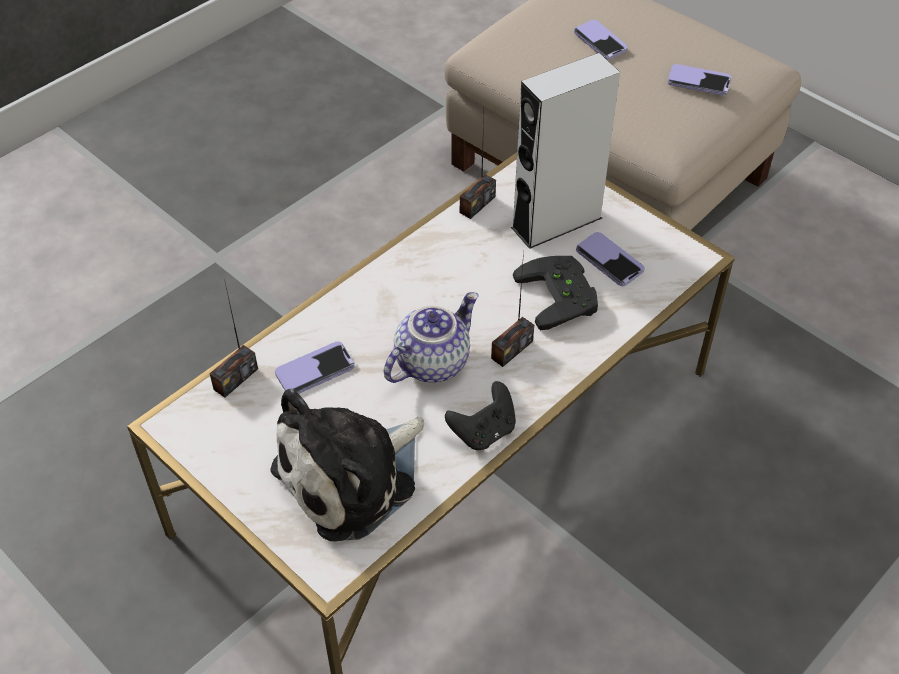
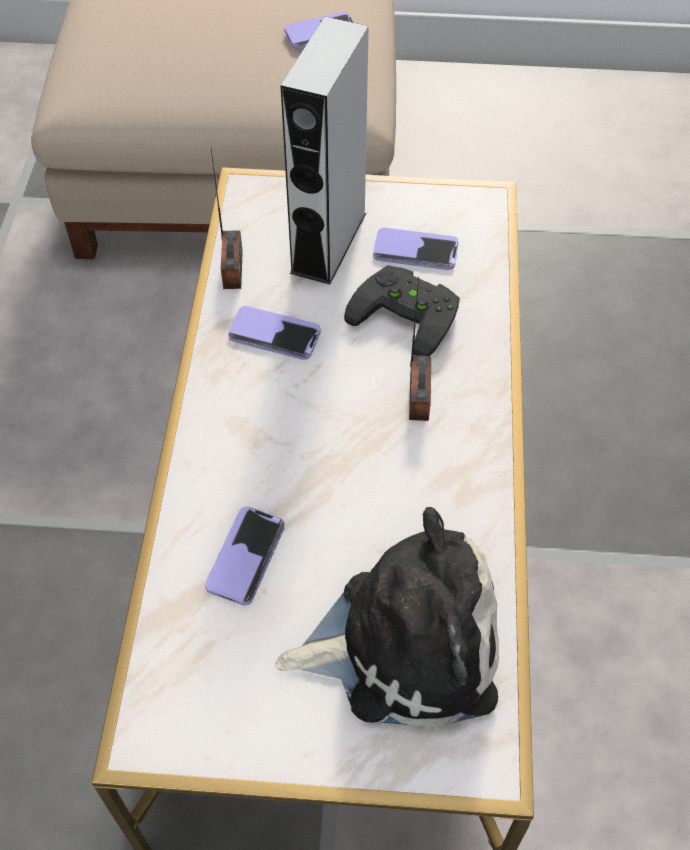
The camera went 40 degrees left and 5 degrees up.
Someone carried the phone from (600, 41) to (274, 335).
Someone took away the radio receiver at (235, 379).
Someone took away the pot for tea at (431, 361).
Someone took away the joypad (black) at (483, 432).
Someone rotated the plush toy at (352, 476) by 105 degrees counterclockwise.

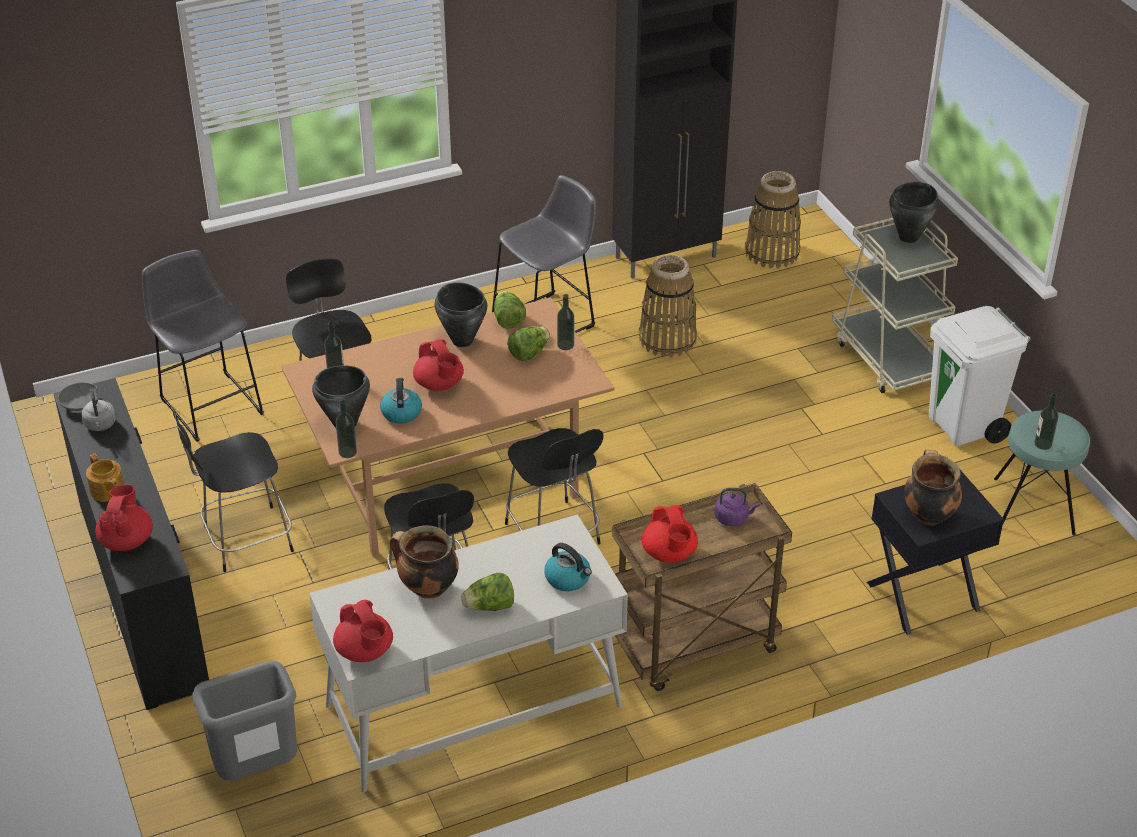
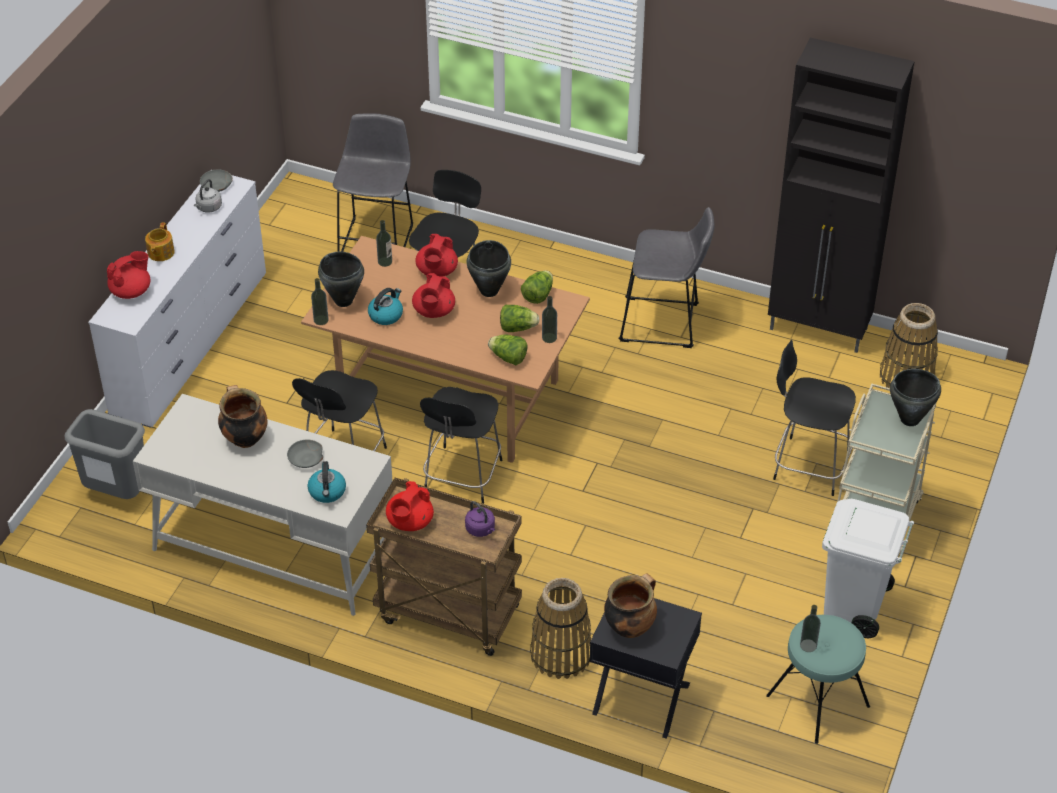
The camera went 45 degrees right and 5 degrees up.
Someone carried the household basket from (667, 339) to (561, 654).
Someone repainted the chest of drawers (black) at (143, 593), which became the chest of drawers (white) at (190, 342).
Someone carried the plain chair (black) from (244, 539) to (808, 465).
Someone carried the lettuce head from (490, 606) to (508, 358).
Someone carried the pot for tea (red) from (365, 651) to (437, 271).
Someone put down the deep dish (gray) at (306, 459).

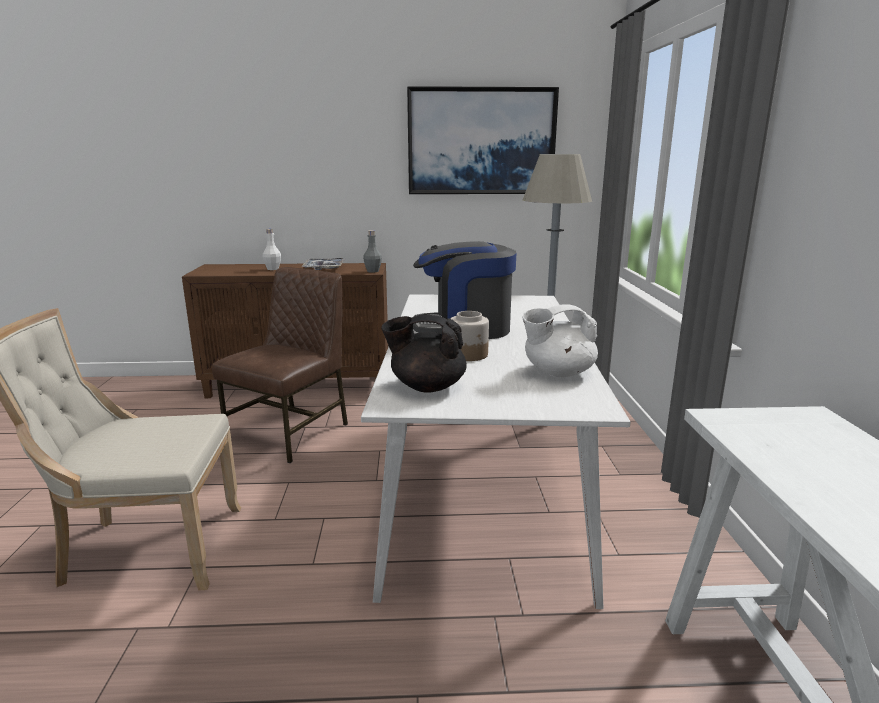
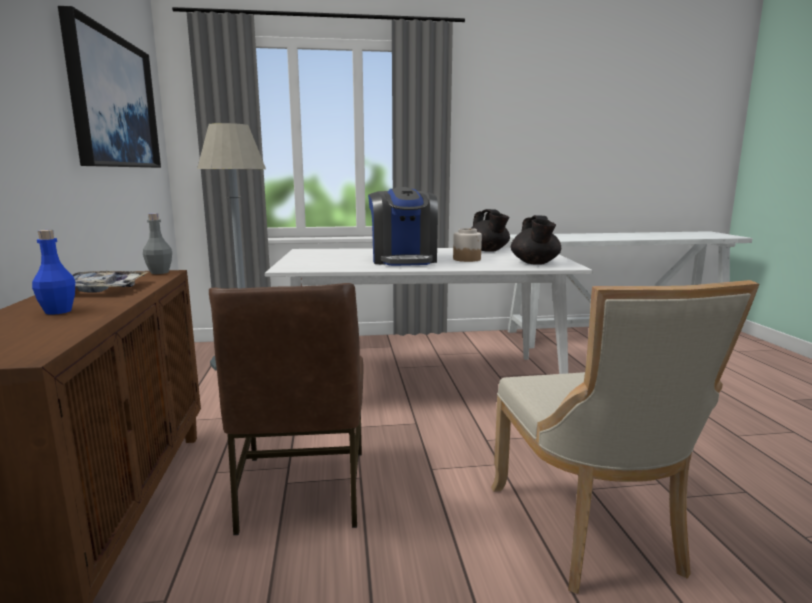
The camera went 95 degrees left and 5 degrees down.
Someone repainted the drink bottle (white) at (273, 269), which became the drink bottle (bluish) at (58, 311).
Someone rotated the plain chair (brown) at (291, 432) by 120 degrees counterclockwise.
Someone repainted the pot for tea (white) at (557, 372), which became the pot for tea (black) at (488, 250).

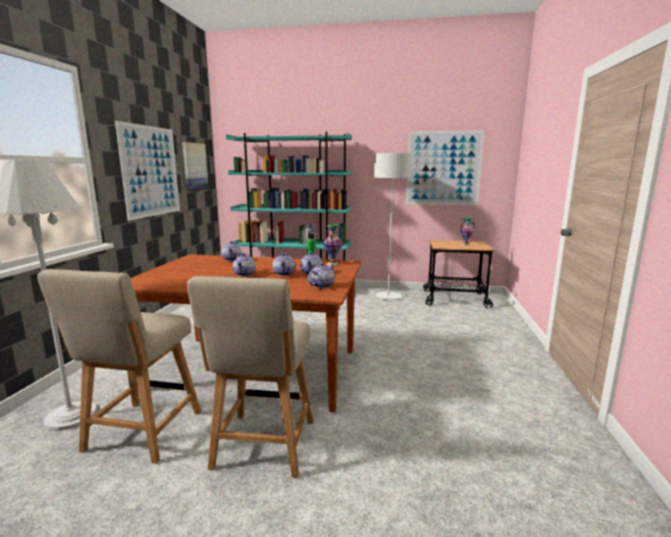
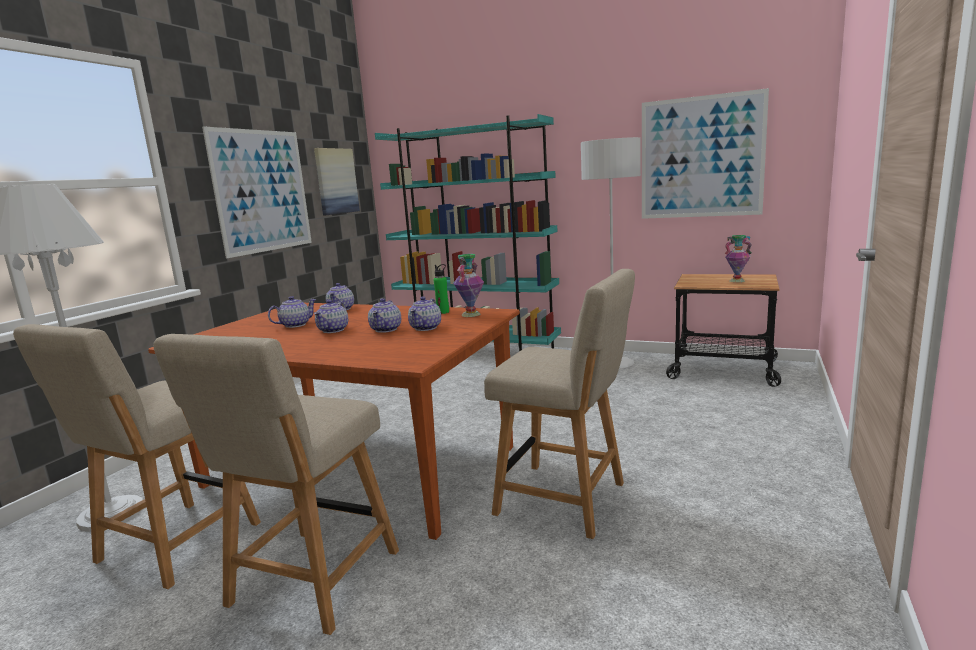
The camera went 15 degrees right and 0 degrees up.
Someone carried the pot for tea from (321, 286) to (295, 325).
Someone put down the plain chair (beige-coloured) at (567, 500).

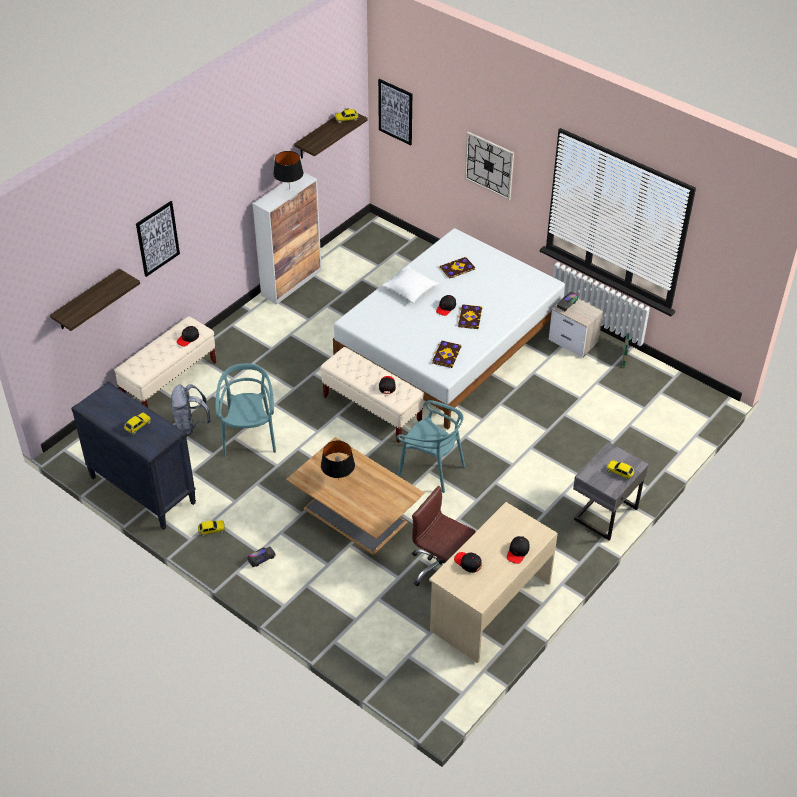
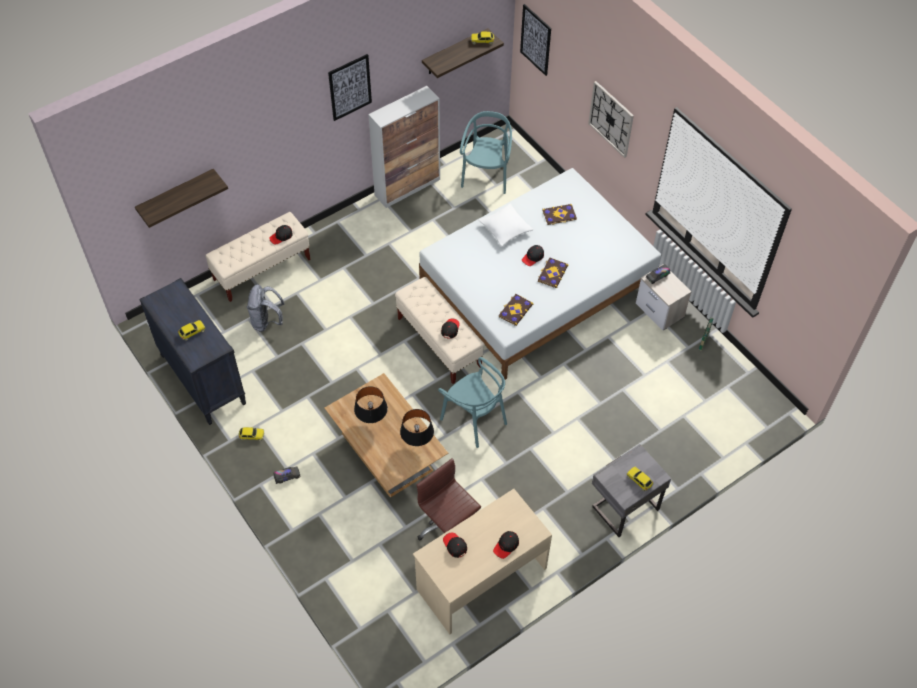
The camera went 15 degrees right and 10 degrees up.
Someone carried the lamp for a table (black) from (289, 189) to (417, 442).
Someone carried the picture from (157, 238) to (350, 87).
Someone carried the plain chair (turquoise) from (249, 436) to (486, 175).

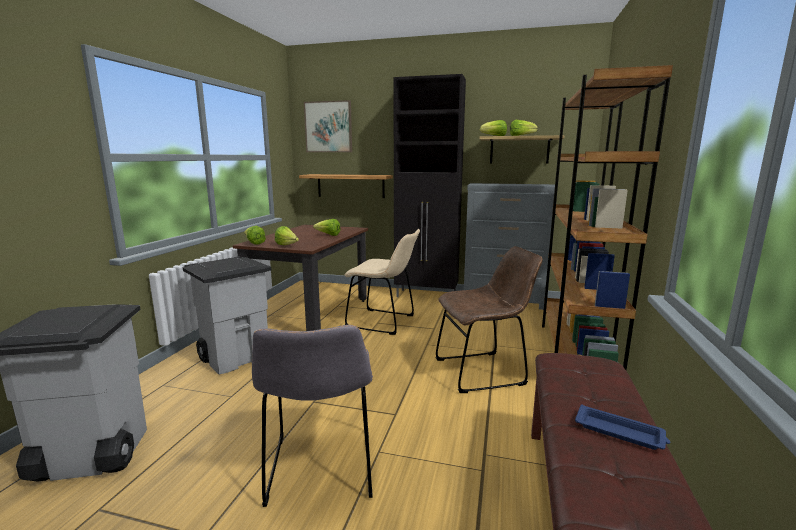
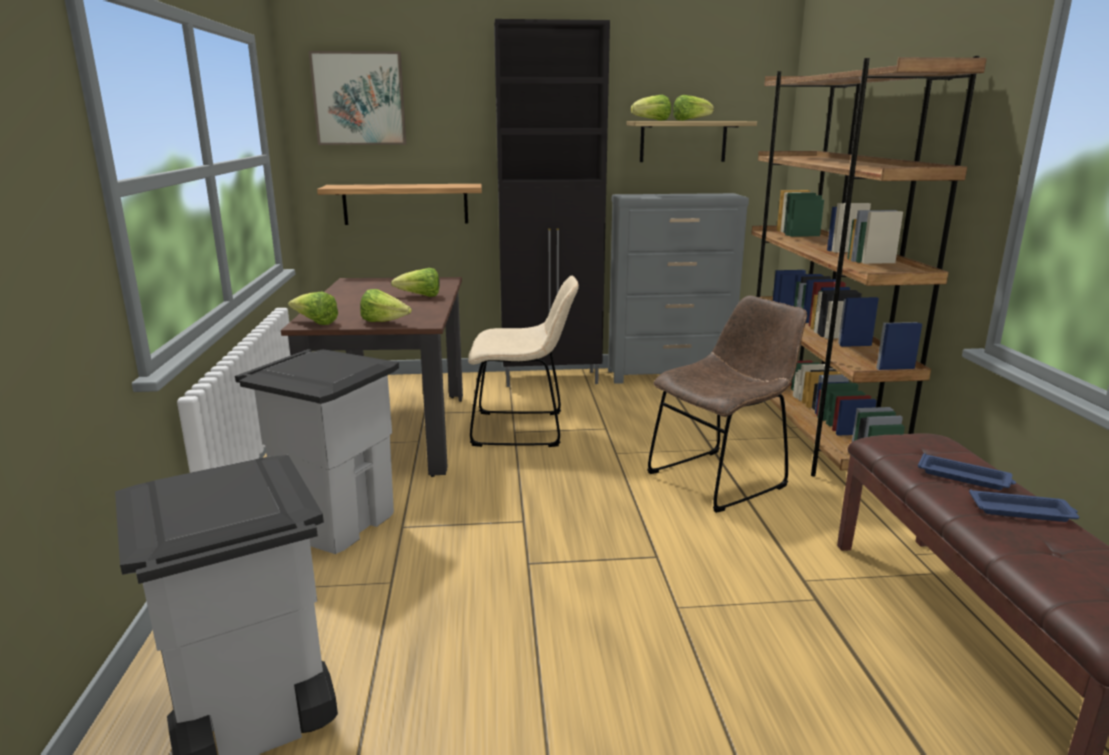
The camera went 20 degrees left and 5 degrees up.
Someone took away the plain chair (gray) at (321, 470).
Someone put down the serving tray (bluish) at (965, 477).

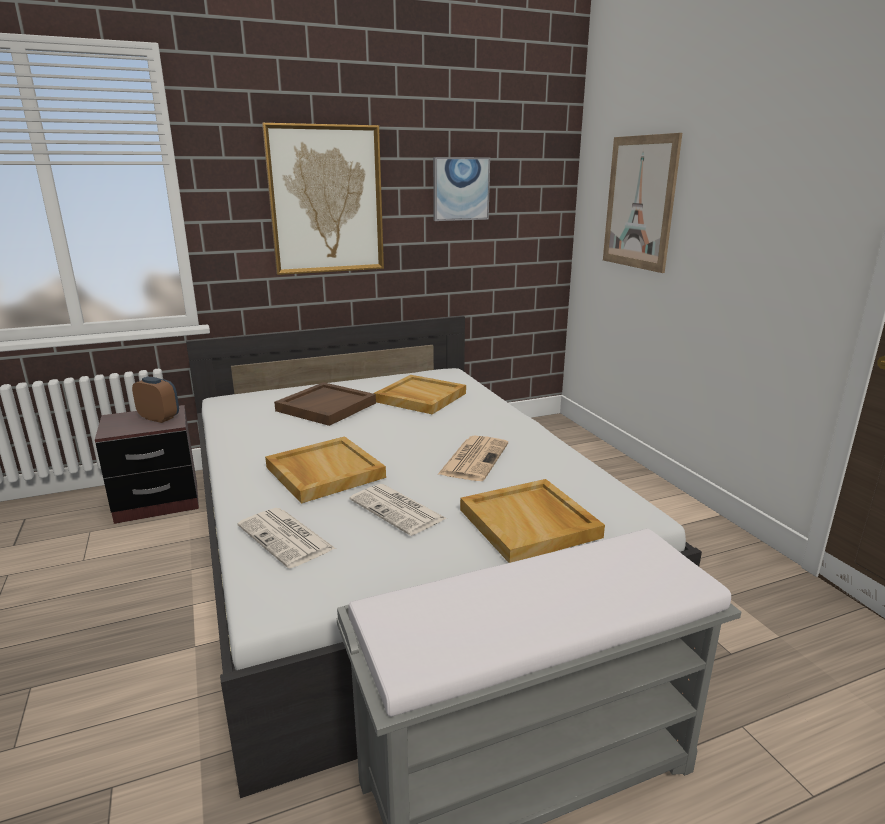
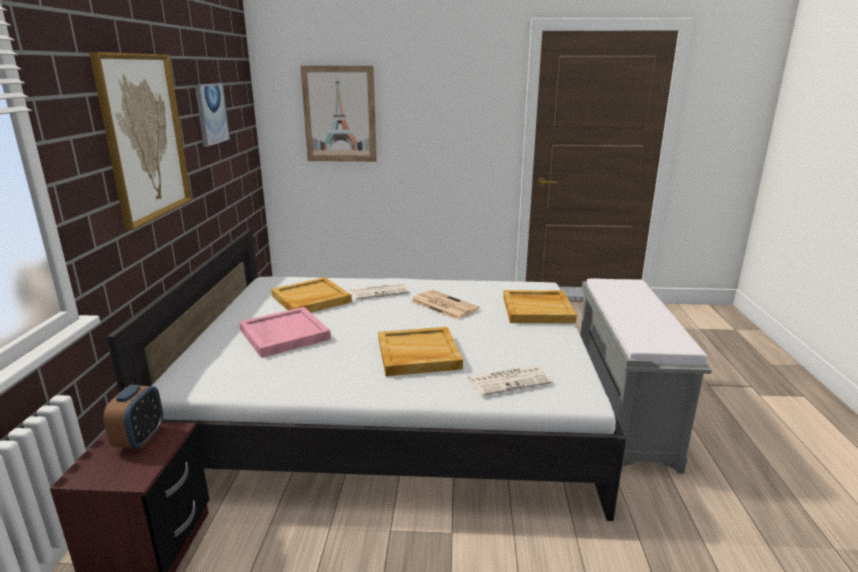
The camera went 65 degrees left and 0 degrees up.
Someone rotated the alarm clock at (159, 418) by 135 degrees clockwise.
Someone repainted the serving tray (brown) at (326, 406), which became the serving tray (pink-coloured) at (283, 334).
Someone carried the daily paper from (398, 510) to (380, 292).

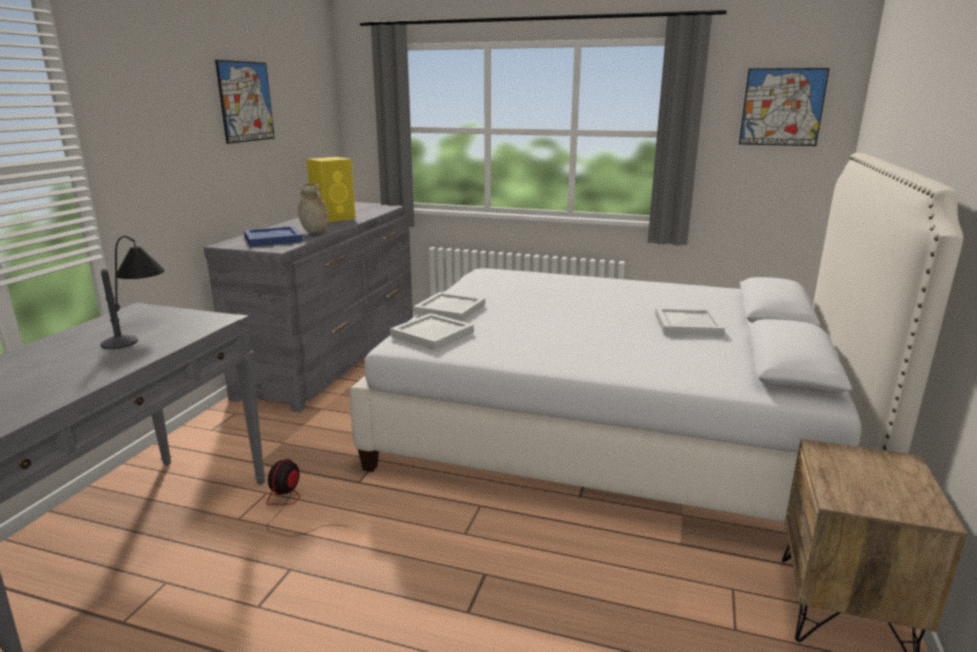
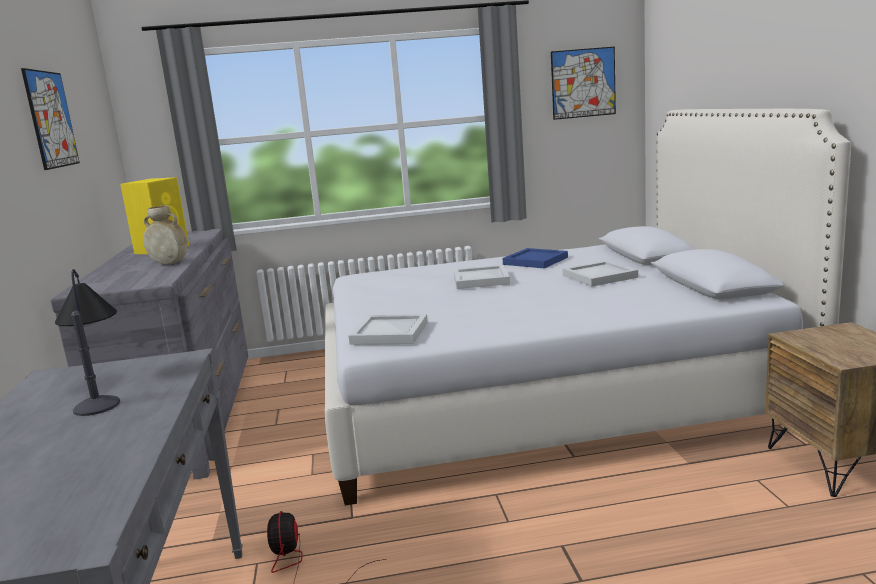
The camera went 25 degrees left and 5 degrees down.
Someone carried the serving tray (bluish) from (274, 239) to (535, 260).
Someone carried the serving tray (white) from (449, 309) to (480, 279).

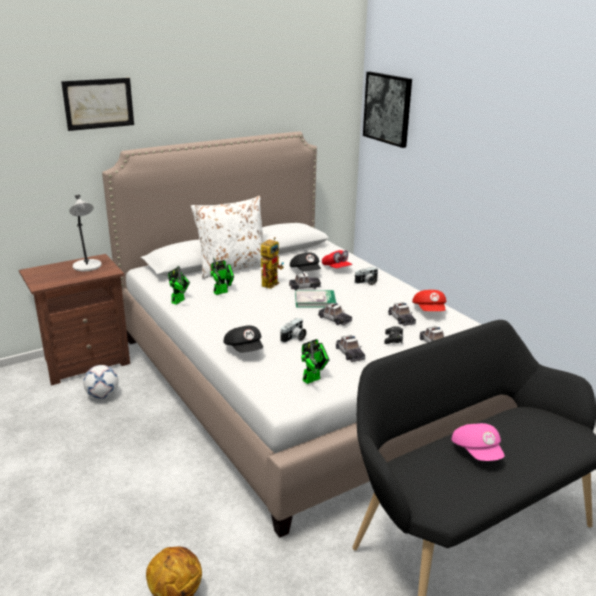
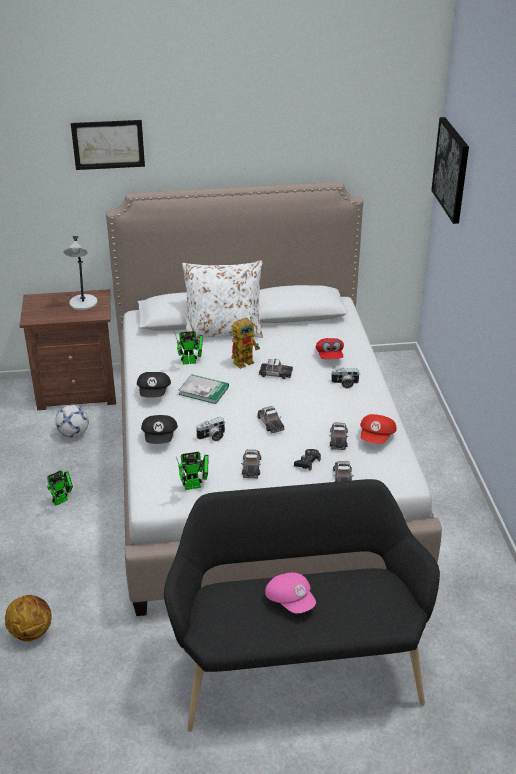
The camera went 25 degrees right and 10 degrees up.
Someone carried the peaked cap (black) from (306, 272) to (154, 392).
Someone carried the toy robot from (179, 300) to (62, 500).
Someone carried the volume from (315, 300) to (203, 390).
Someone rotated the peaked cap (pink-coloured) at (477, 452) by 45 degrees counterclockwise.

